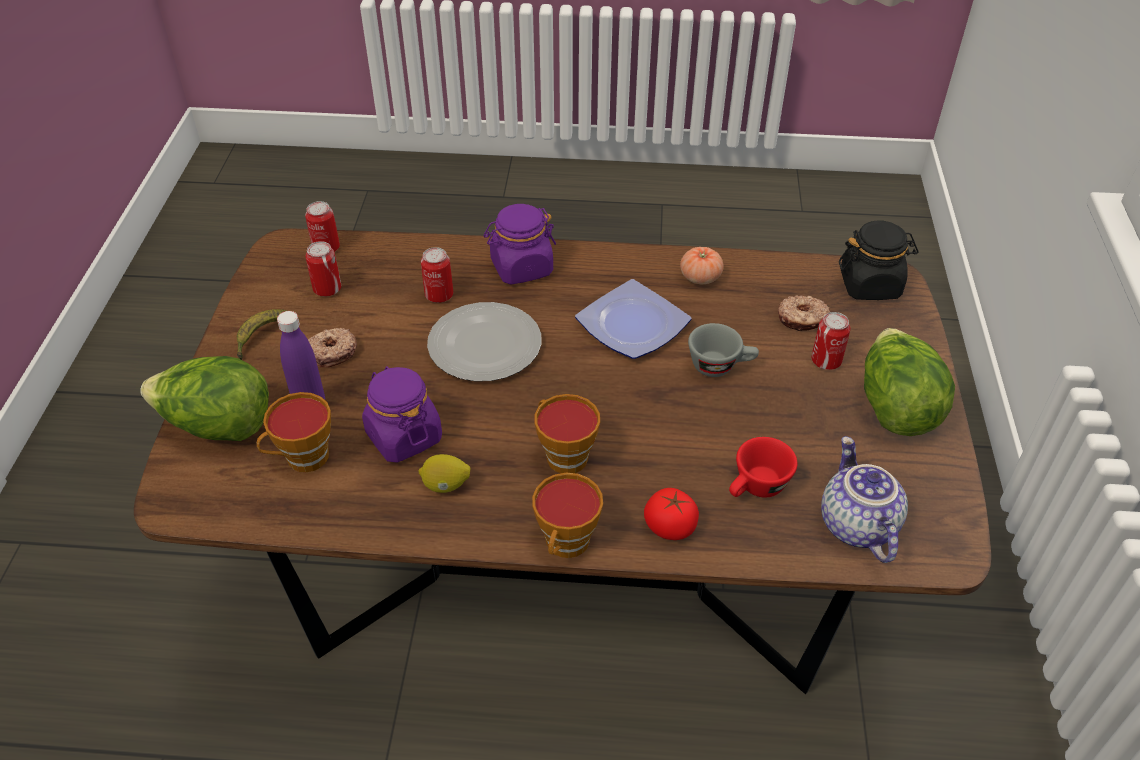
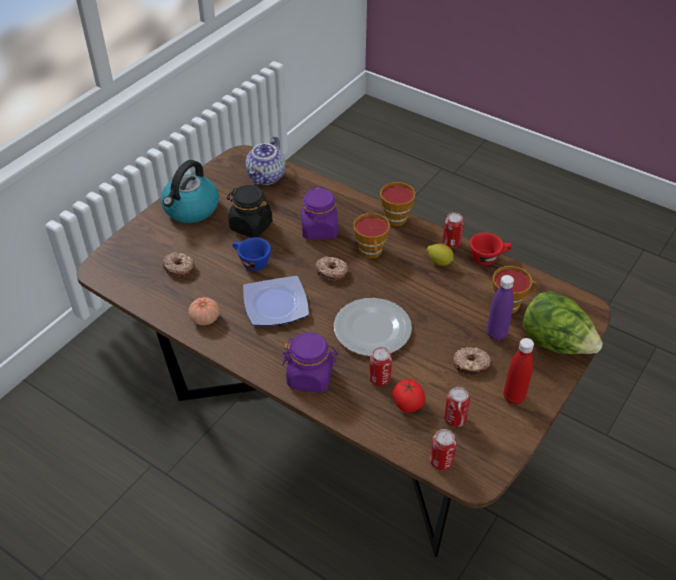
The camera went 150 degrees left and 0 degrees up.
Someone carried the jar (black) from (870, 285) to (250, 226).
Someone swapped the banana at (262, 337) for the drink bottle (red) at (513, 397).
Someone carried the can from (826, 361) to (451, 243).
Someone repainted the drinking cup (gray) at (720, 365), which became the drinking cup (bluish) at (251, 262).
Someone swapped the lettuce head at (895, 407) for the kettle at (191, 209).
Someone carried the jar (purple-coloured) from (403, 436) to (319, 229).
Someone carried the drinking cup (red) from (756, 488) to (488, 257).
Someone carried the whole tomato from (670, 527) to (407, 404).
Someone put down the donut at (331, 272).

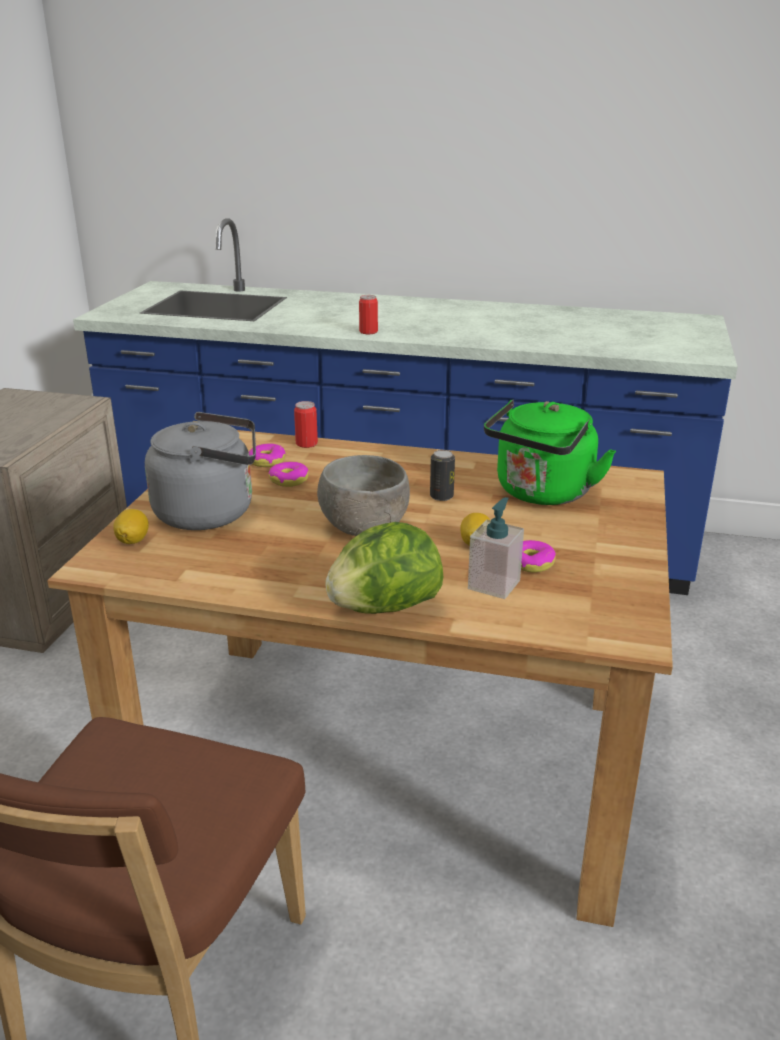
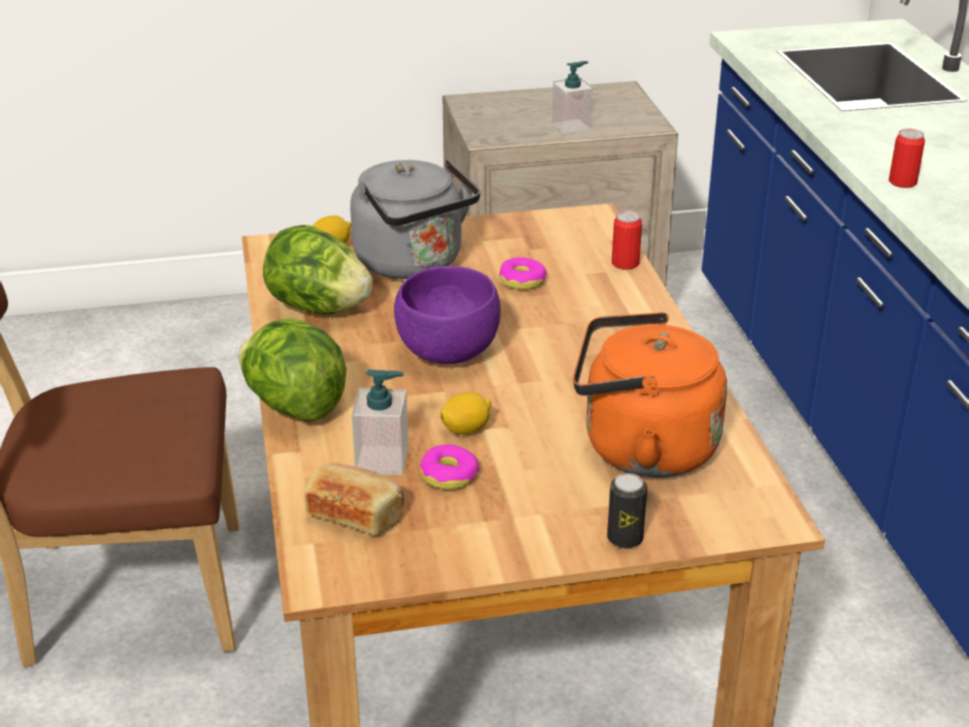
The camera went 65 degrees right and 5 degrees up.
Someone repainted the kettle (green-coloured) at (541, 494), which became the kettle (orange) at (641, 448).
Someone took away the donut at (267, 461).
Someone carried the can from (441, 496) to (625, 538).
Someone repainted the deep dish (gray) at (363, 529), which became the deep dish (purple-coloured) at (446, 352).
Someone put down the soap dispenser at (571, 126).
Someone put down the lettuce head at (318, 308).
Someone put down the baked bread at (356, 514).

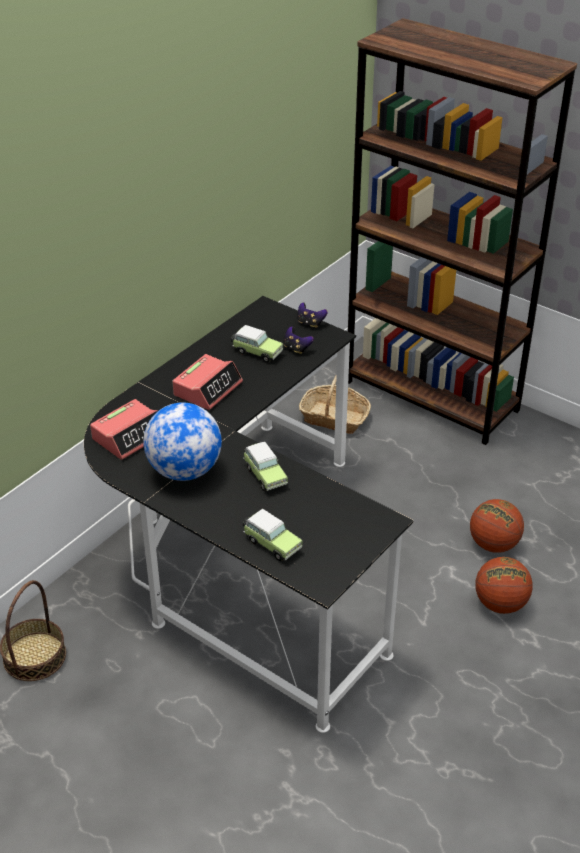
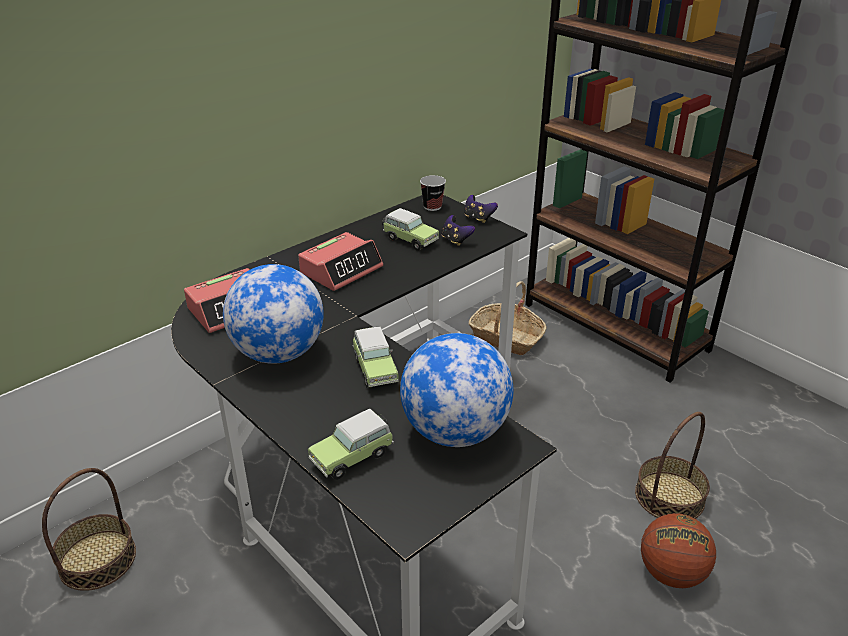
The camera went 10 degrees right and 5 degrees down.
Someone swapped the ball for basketball at (493, 544) for the household basket at (669, 496).
Someone rotated the model car at (271, 543) by 90 degrees clockwise.
Someone put down the drinking cup at (432, 207).
Someone put down the world globe at (455, 432).

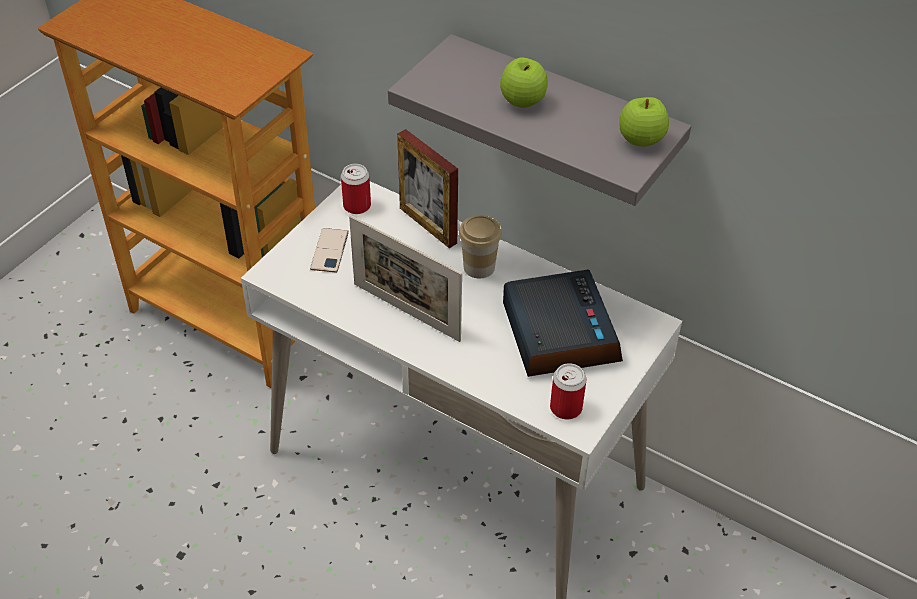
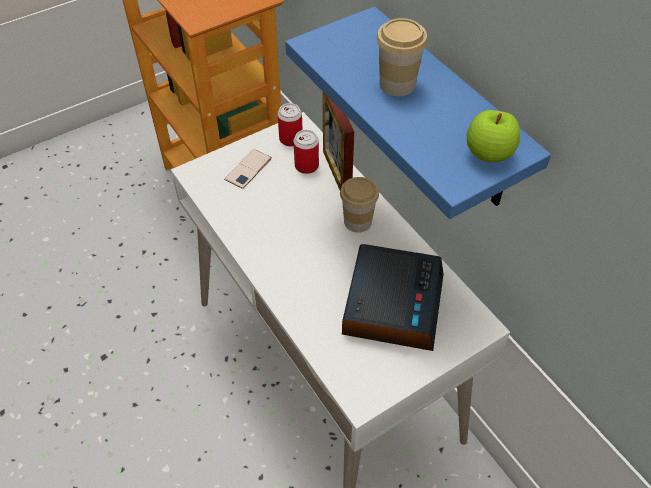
The camera went 25 degrees right and 5 degrees up.
Someone repainted the shelf (gray) at (562, 120), which became the shelf (bluish) at (447, 113).
Someone swapped the apple at (522, 102) for the drinking cup at (397, 84).
Someone took away the picture frame at (406, 312).
Someone carried the can from (566, 408) to (306, 166).

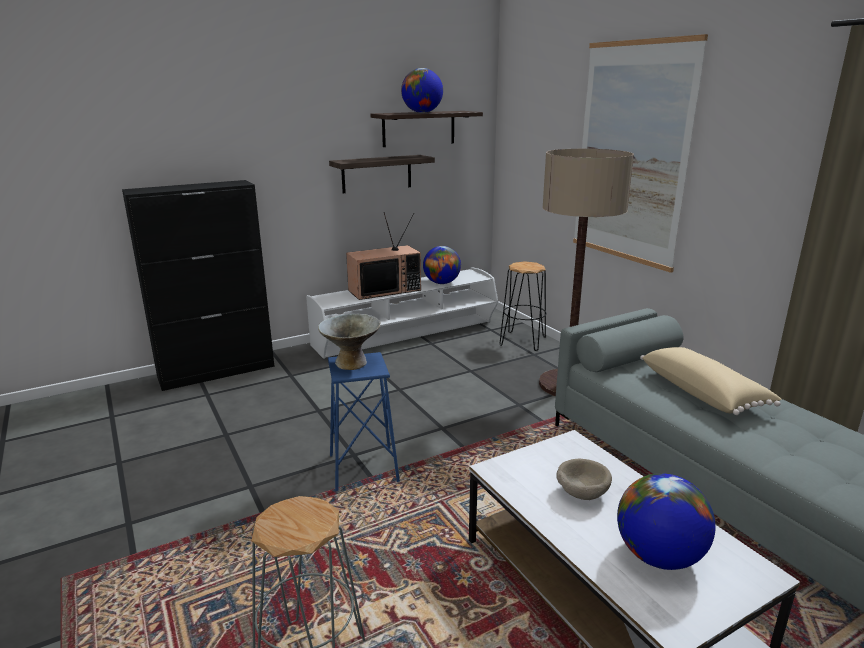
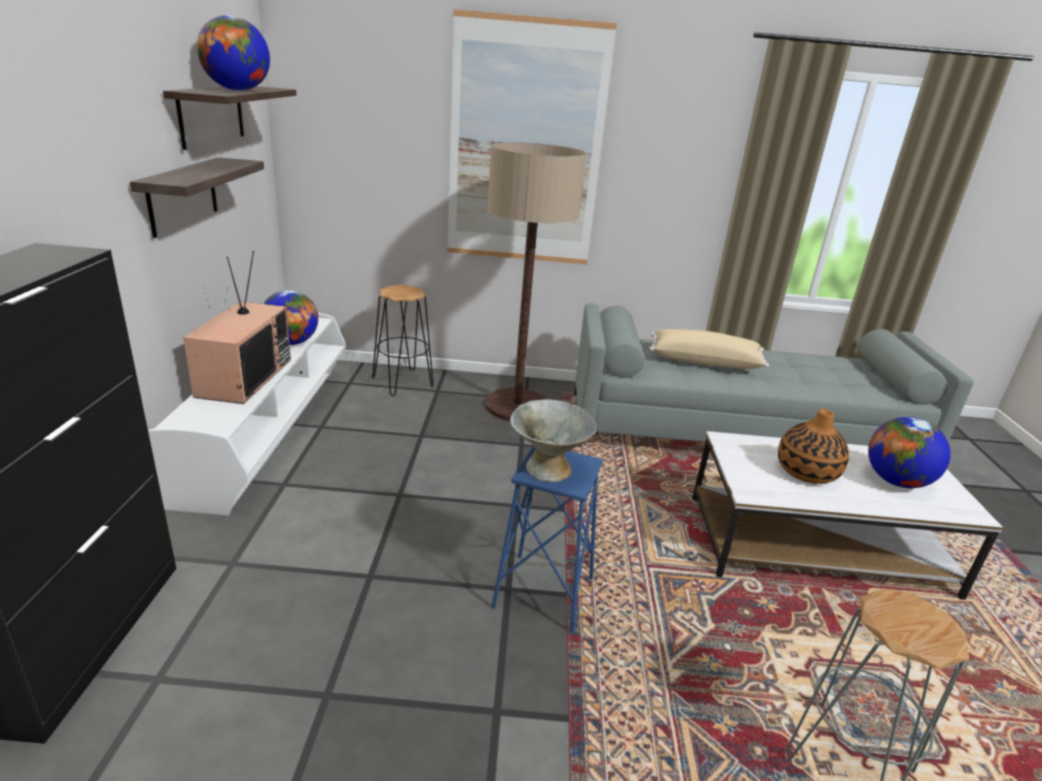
The camera went 60 degrees left and 5 degrees up.
Someone swapped the deep dish (beige-coloured) at (581, 493) for the flower vase at (806, 472).

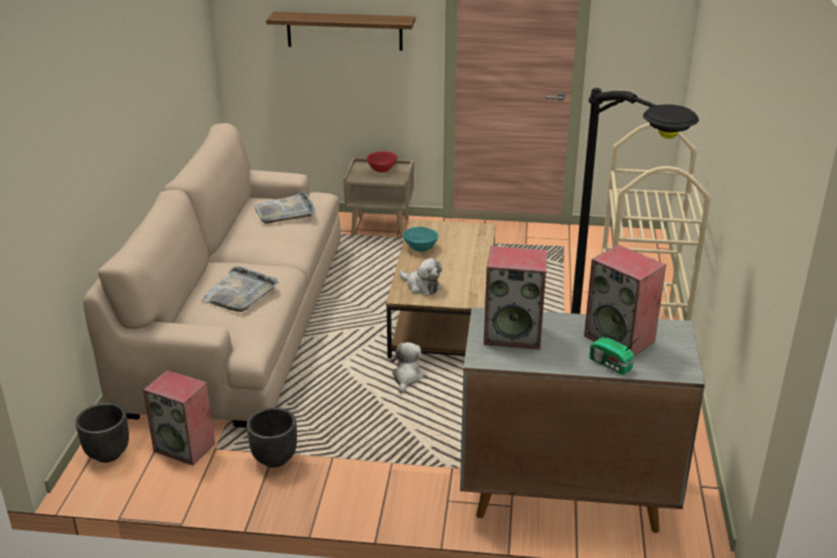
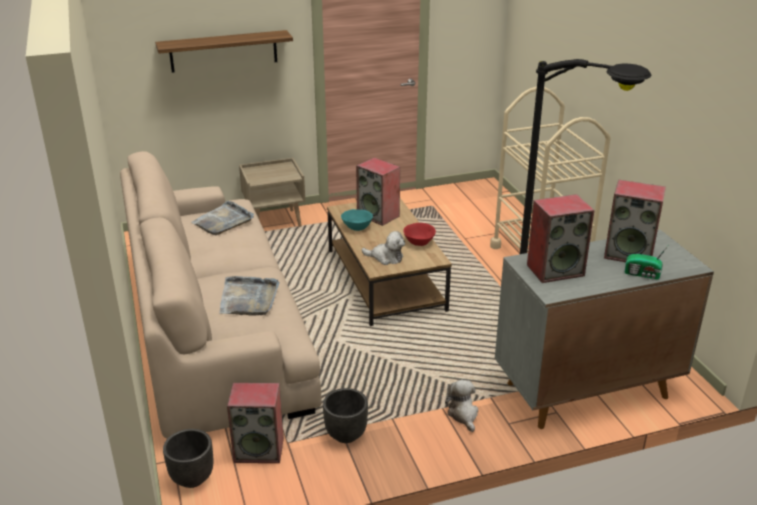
The camera went 25 degrees left and 0 degrees up.
Someone carried the deep dish (red) from (381, 169) to (418, 242).
Someone carried the plush toy from (406, 378) to (463, 414).
Someone put down the speaker at (379, 215).

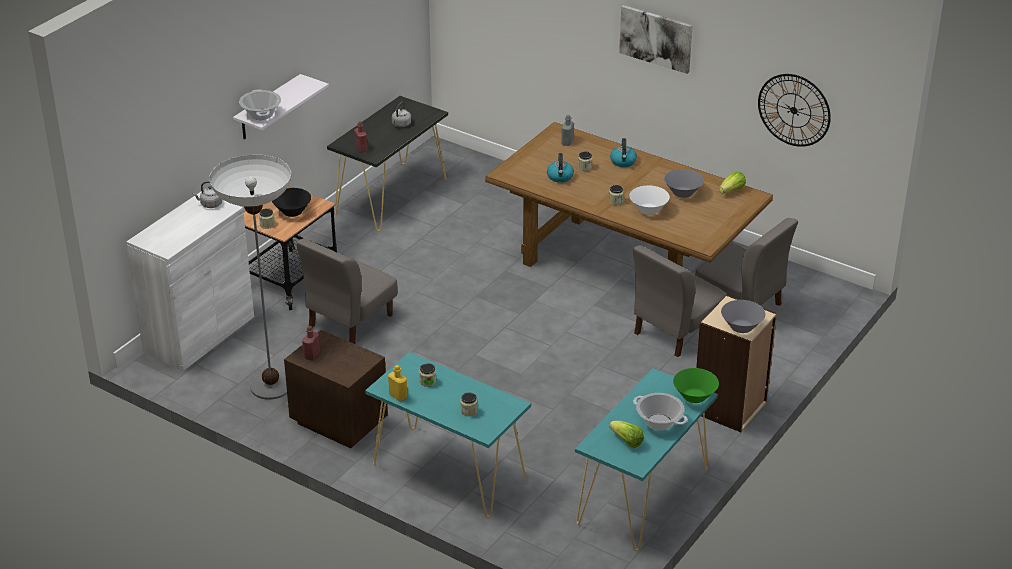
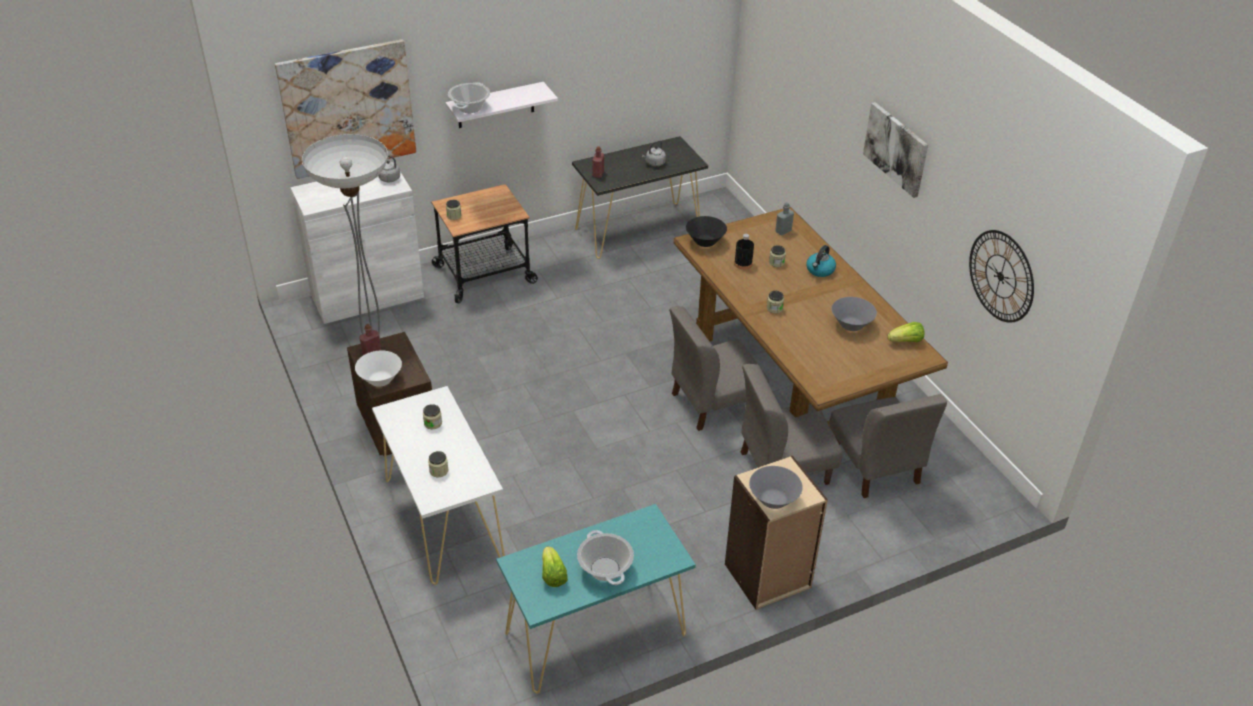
The camera went 30 degrees right and 5 degrees up.
Someone swapped the kettle at (560, 177) for the drink bottle (black) at (743, 264).
Someone carried the deep dish (white) from (648, 210) to (380, 379).
Someone carried the deep dish (black) from (292, 212) to (705, 242).
Someone carried the plain chair (gray) from (349, 320) to (714, 403).
Someone repainted the narrow table (turquoise) at (448, 471), which became the narrow table (white) at (443, 519).
Someone took away the drink bottle (yellowish) at (398, 395).
Someone took away the deep dish (green-coloured) at (694, 397).
Someone put up the picture at (348, 108).

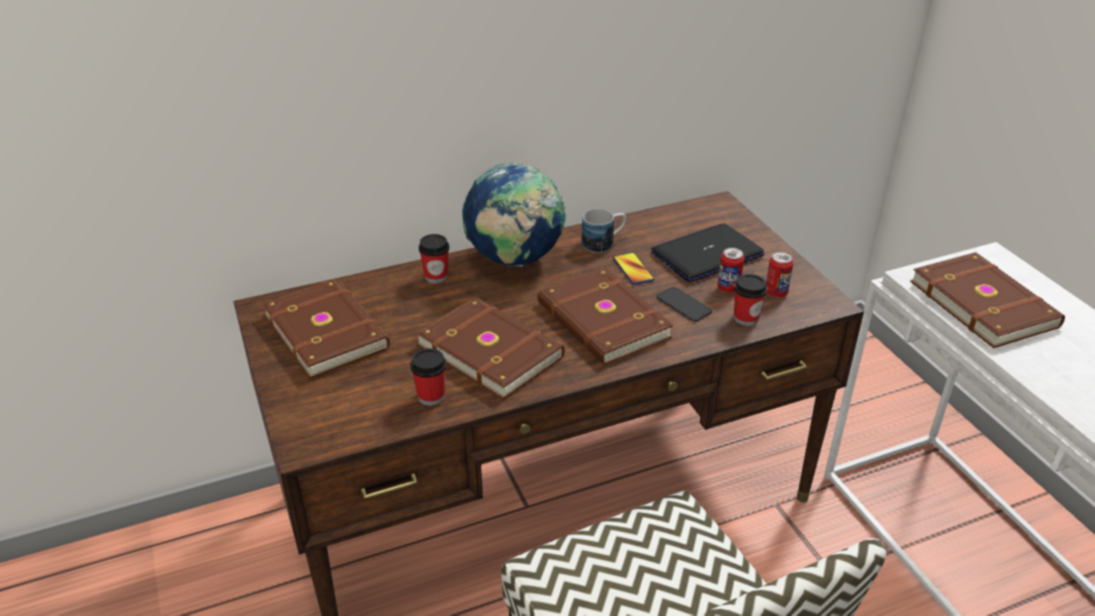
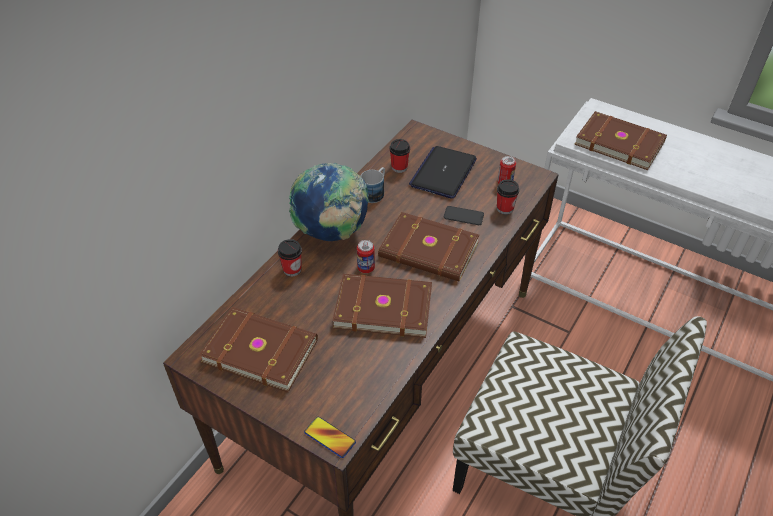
The camera went 35 degrees left and 10 degrees up.
Someone carried the can from (728, 288) to (366, 268).
Someone carried the phone from (633, 269) to (330, 437).
Someone carried the drinking cup from (431, 396) to (399, 167).

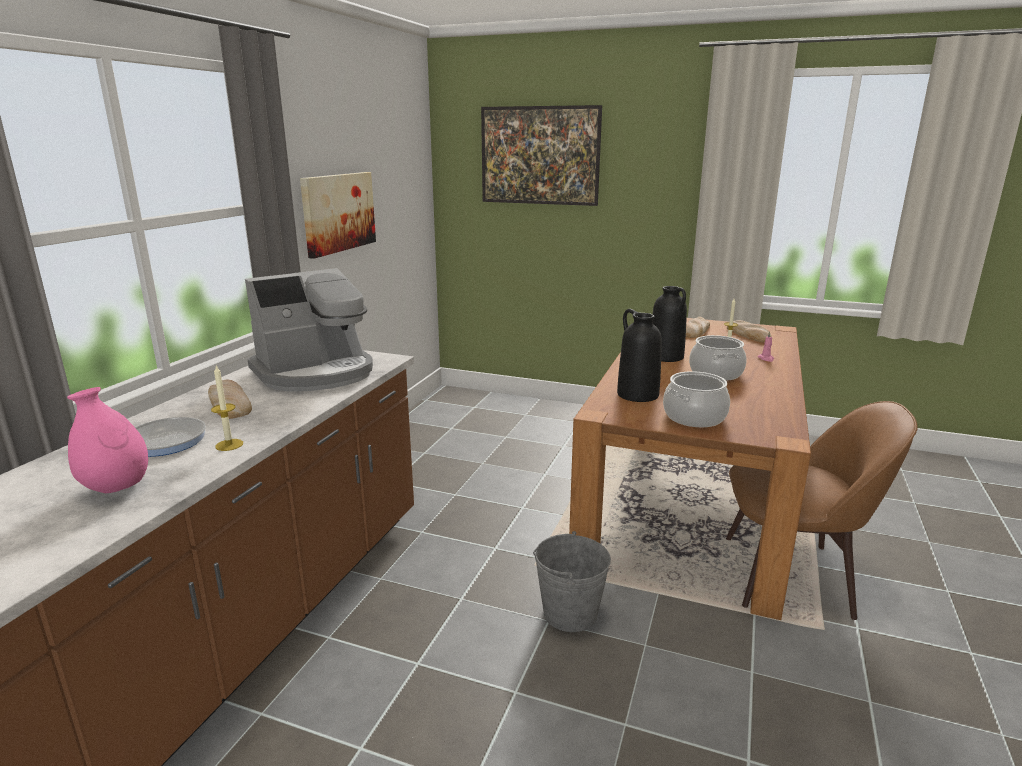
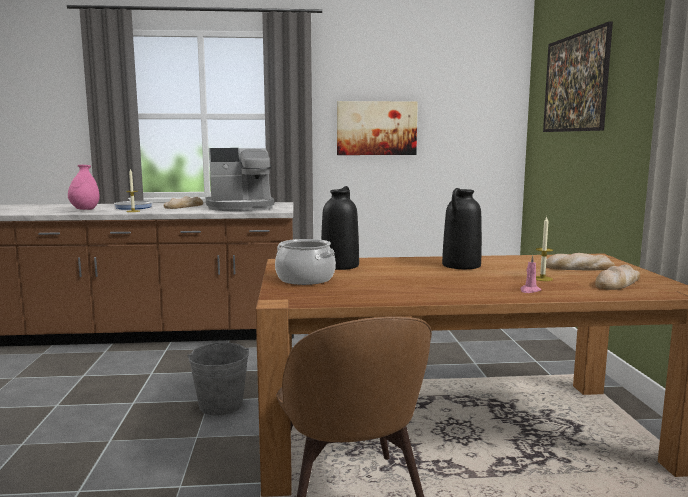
The camera went 65 degrees right and 10 degrees down.
Someone rotated the coffee brewer at (316, 373) by 45 degrees counterclockwise.
Someone took away the stockpot at (716, 373).

